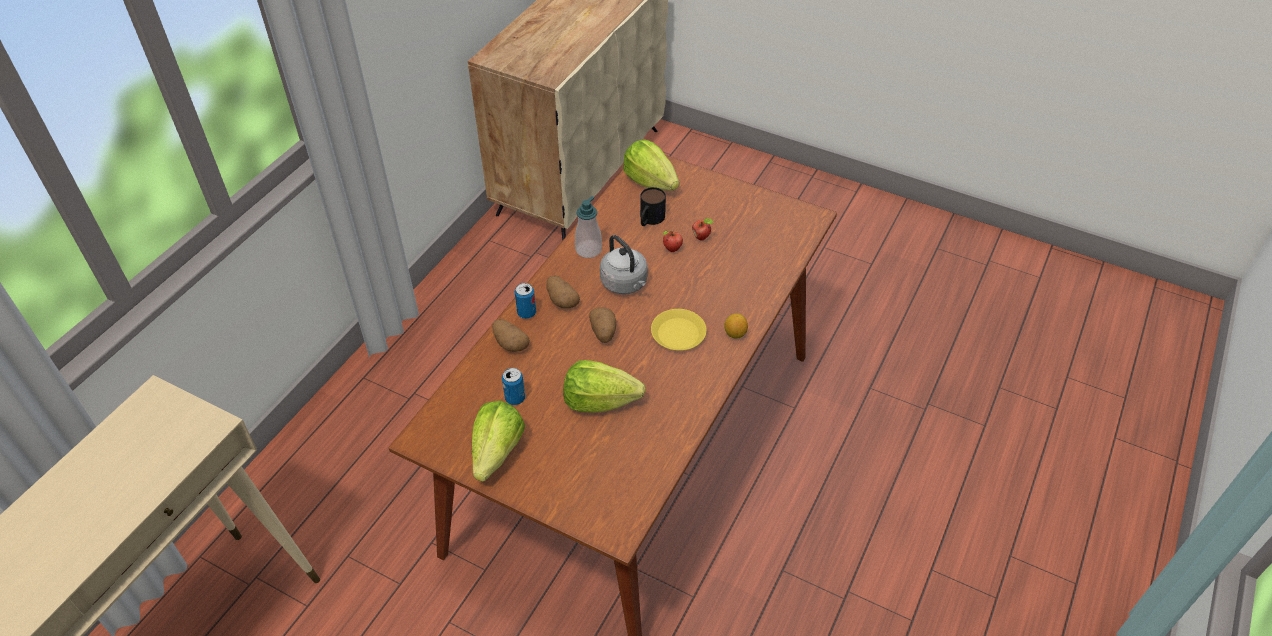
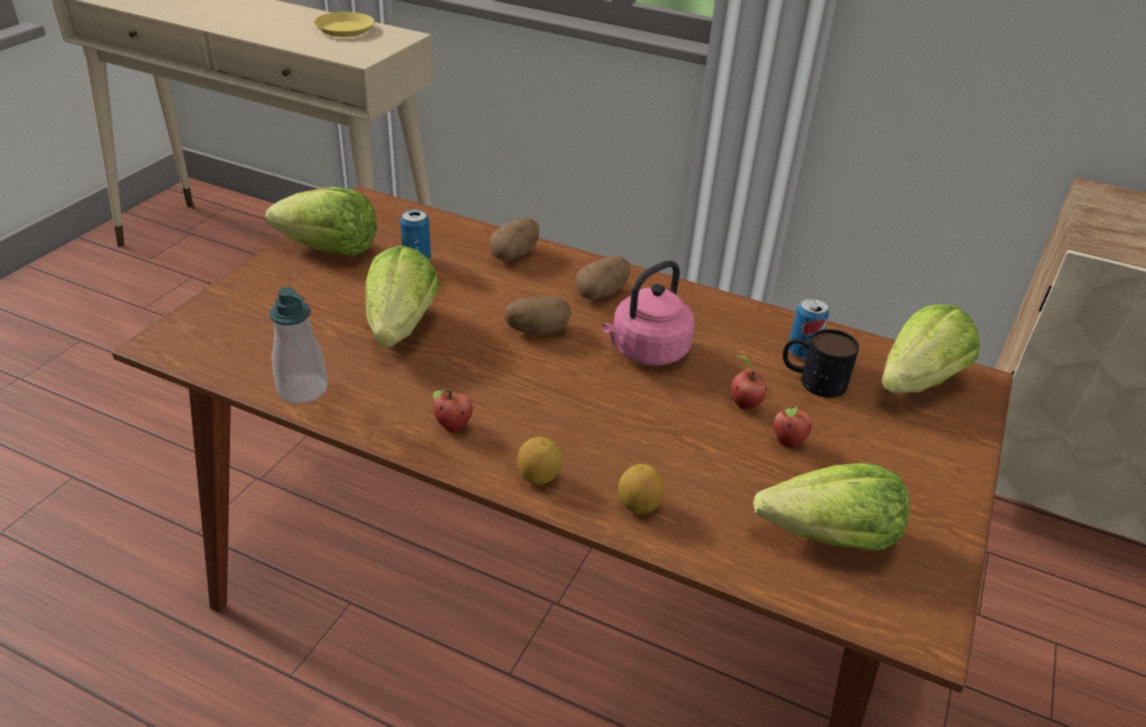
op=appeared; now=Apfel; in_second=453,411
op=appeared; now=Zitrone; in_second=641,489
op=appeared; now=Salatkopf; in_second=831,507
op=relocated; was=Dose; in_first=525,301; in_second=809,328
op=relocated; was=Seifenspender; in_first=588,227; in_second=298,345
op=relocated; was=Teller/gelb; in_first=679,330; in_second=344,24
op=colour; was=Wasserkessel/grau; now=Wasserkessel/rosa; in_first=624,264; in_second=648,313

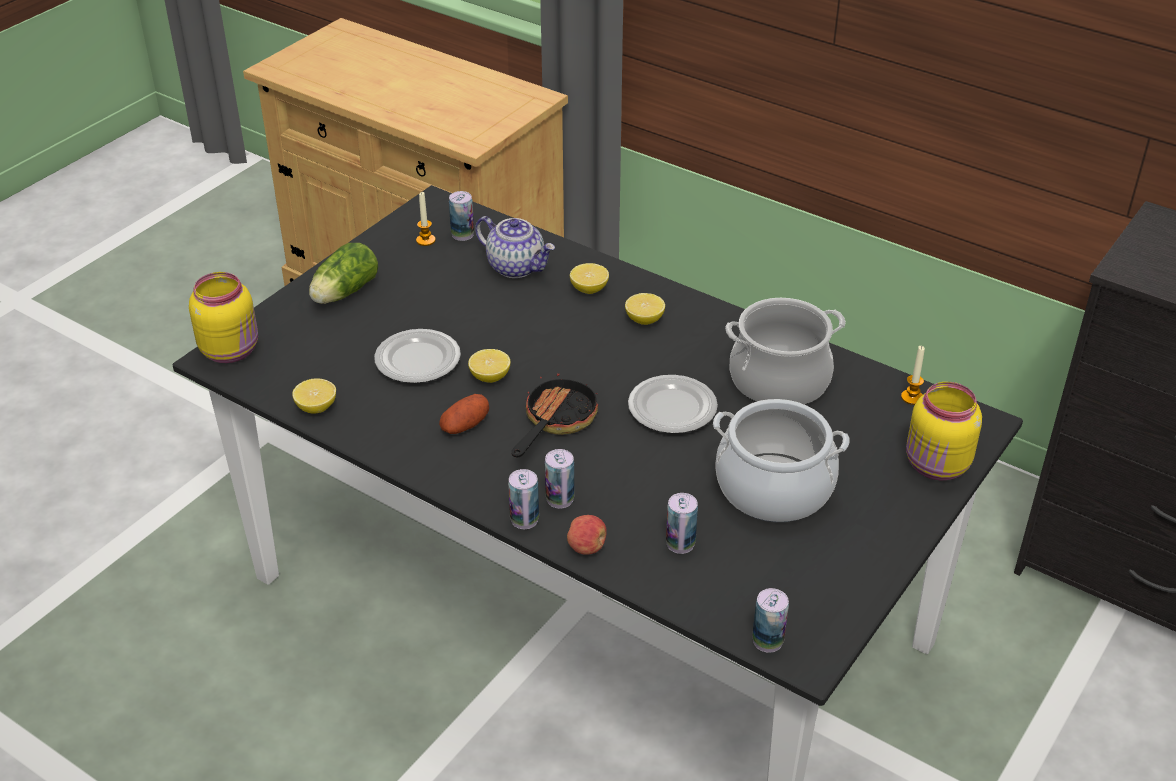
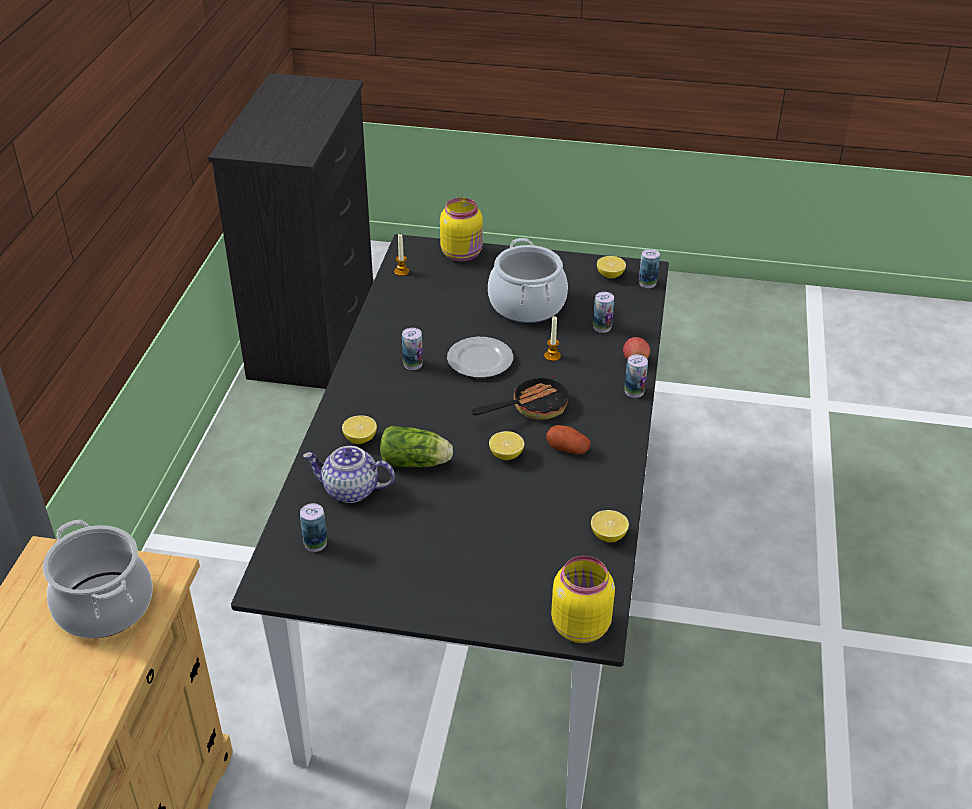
op=missing; was=Teller; in_first=417,356
op=relocated; was=Salatkopf; in_first=343,273; in_second=416,446
op=relocated; was=Kerze; in_first=426,218; in_second=552,338
op=relocated; was=Dose; in_first=559,479; in_second=412,349
op=relocated; was=Zitrone; in_first=645,309; in_second=611,267
op=relocated; was=Kochtopf; in_first=785,351; in_second=98,579
op=spun; was=Teekanne; in_first=515,247; in_second=349,474; clockwise=-90
op=spun; was=Pfanne; in_first=554,415; in_second=519,396; clockwise=150

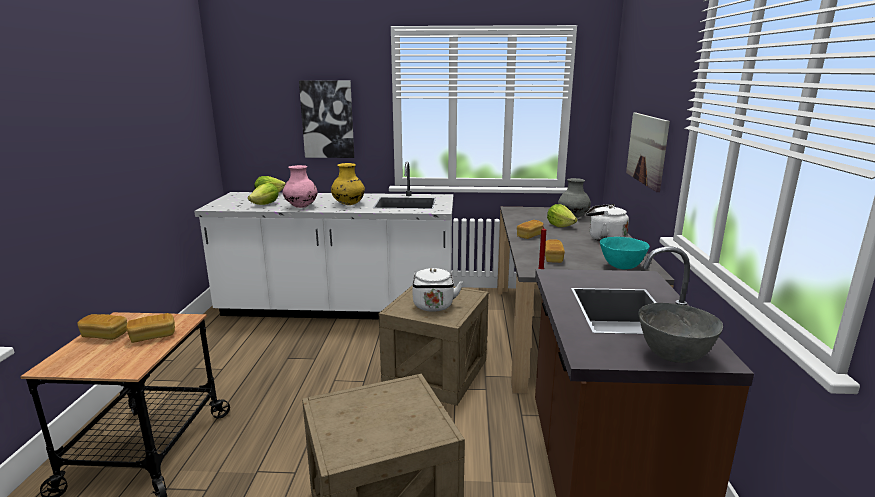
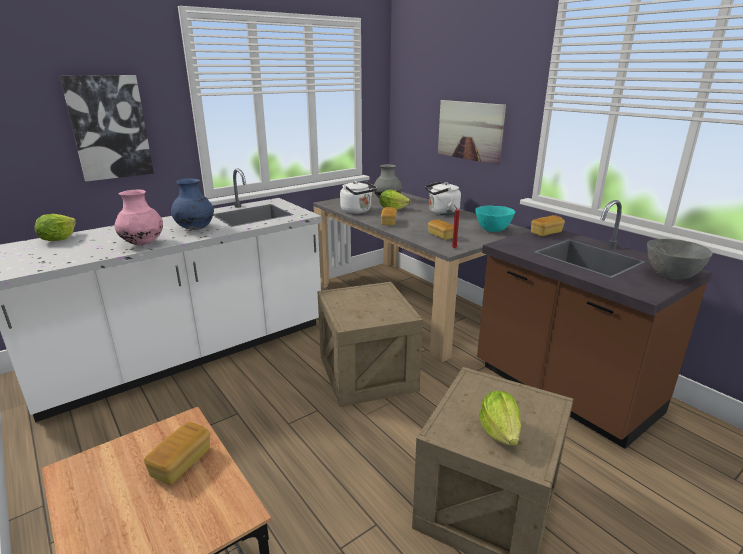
op=relocated; was=Brot; in_first=102,327; in_second=548,225
op=relocated; was=Salatkopf; in_first=263,194; in_second=500,418
op=relocated; was=Wasserkessel/weiß; in_first=437,290; in_second=358,197
op=colour; was=Vase/gelb; now=Vase/blau; in_first=348,184; in_second=192,204

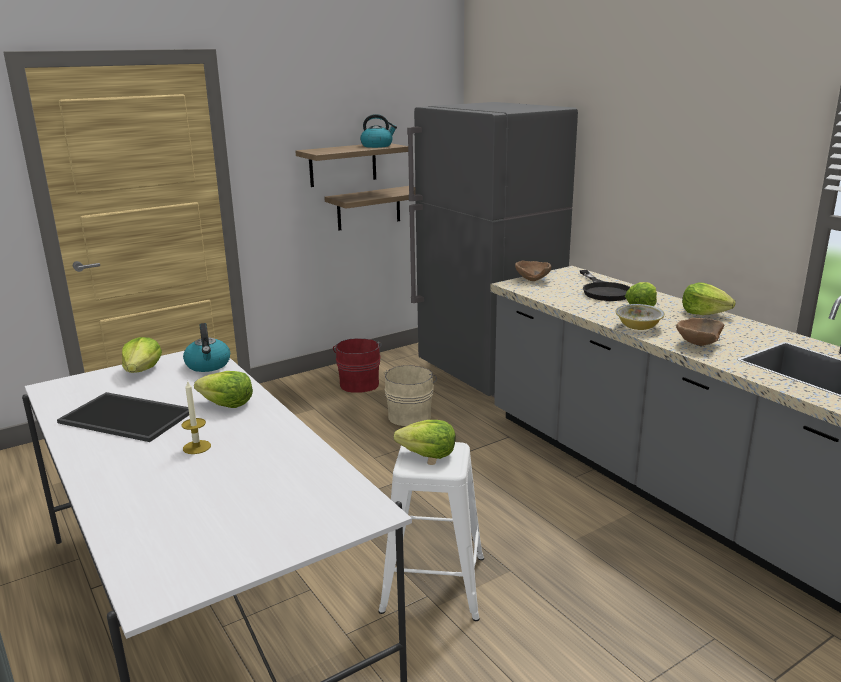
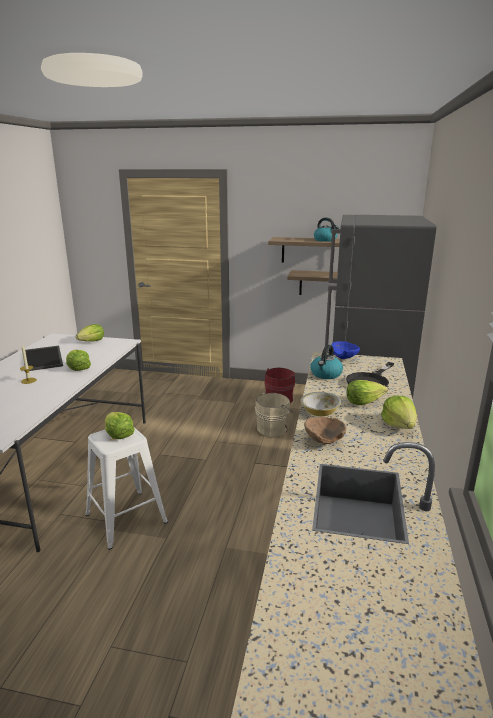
op=relocated; was=Wasserkessel; in_first=206,347; in_second=327,362
op=colour; was=Schüssel/braun; now=Schüssel/blau; in_first=533,270; in_second=345,350

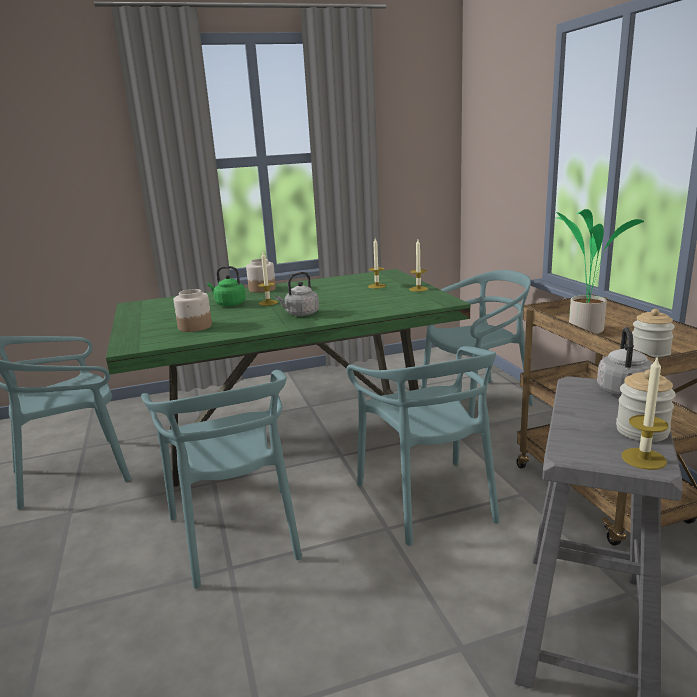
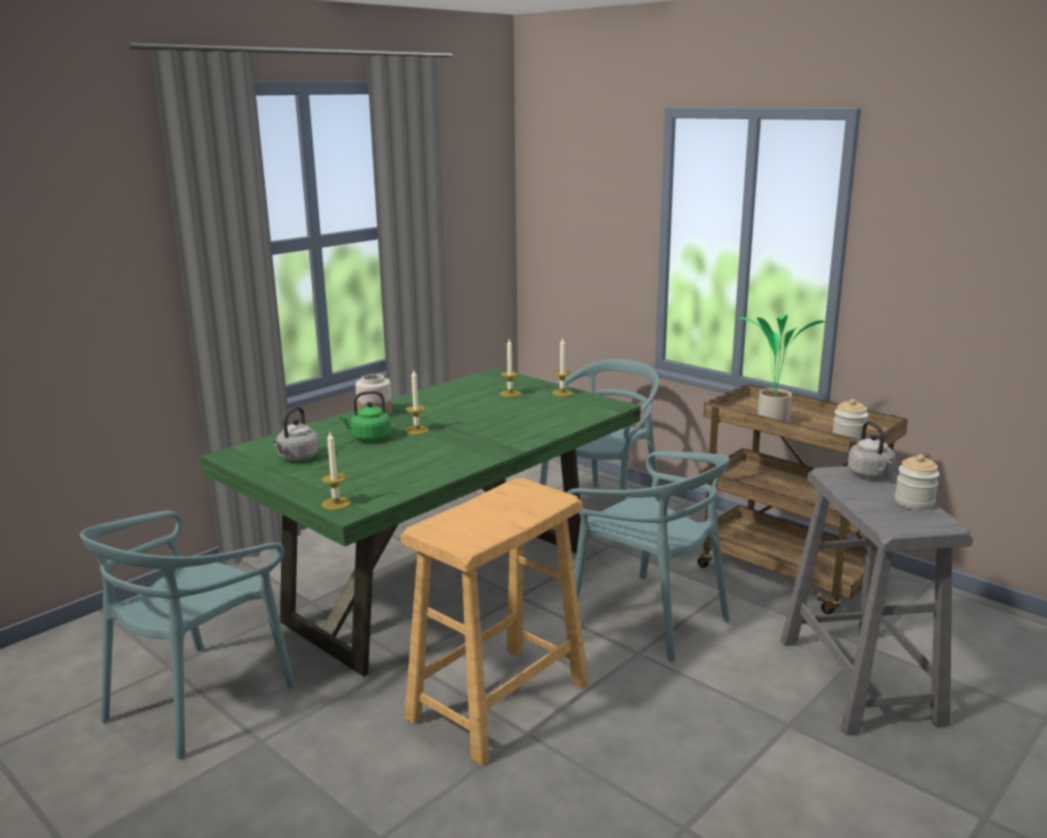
op=missing; was=Vorratsglas; in_first=193,310
op=relocated; was=Wasserkessel/grau; in_first=297,294; in_second=296,434
op=relocated; was=Kerze; in_first=645,413; in_second=336,471
op=exchanged; was=Stuhl/türkis; now=Hocker/beige; in_first=221,479; in_second=495,622

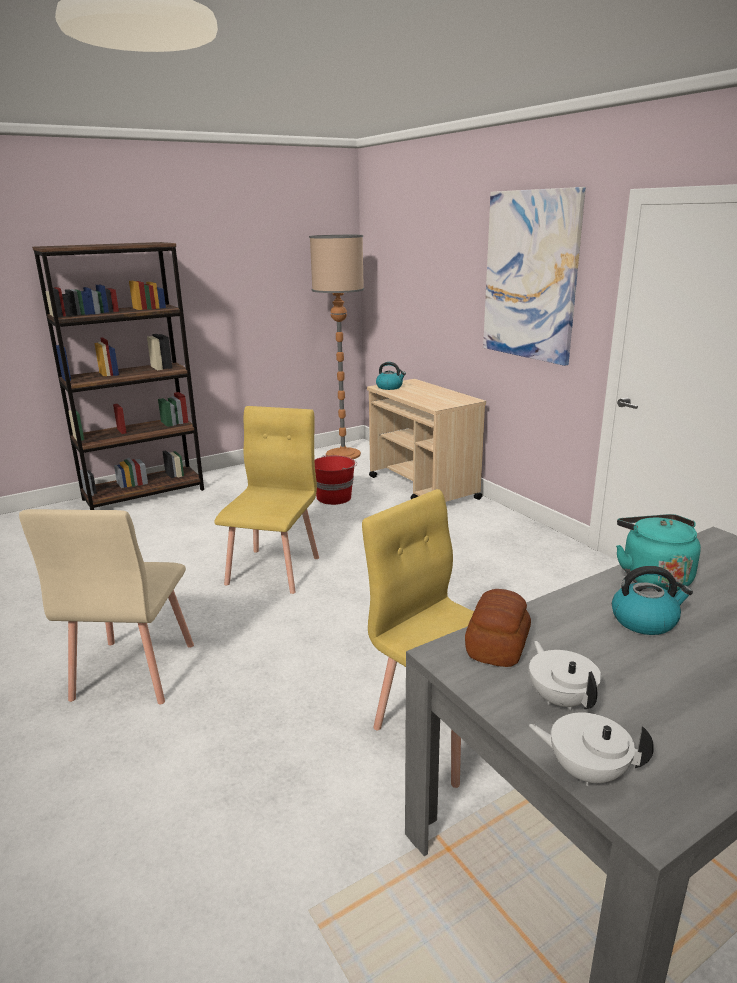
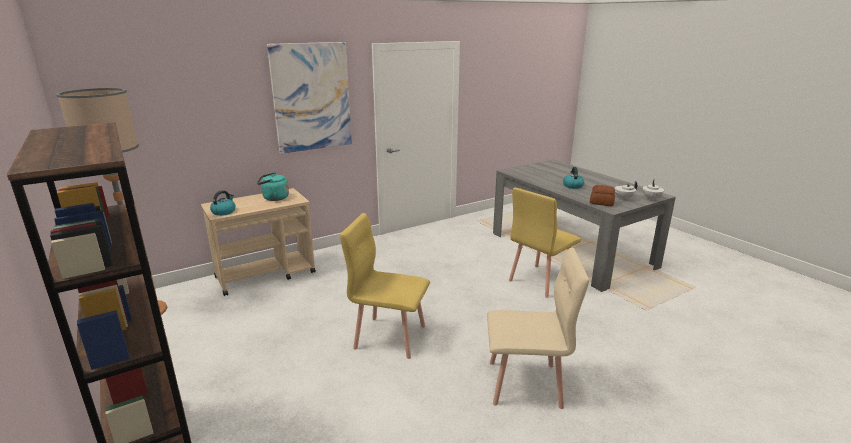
op=missing; was=Eimer/rot; in_first=336,480
op=relocated; was=Wasserkessel/türkis; in_first=658,552; in_second=273,186

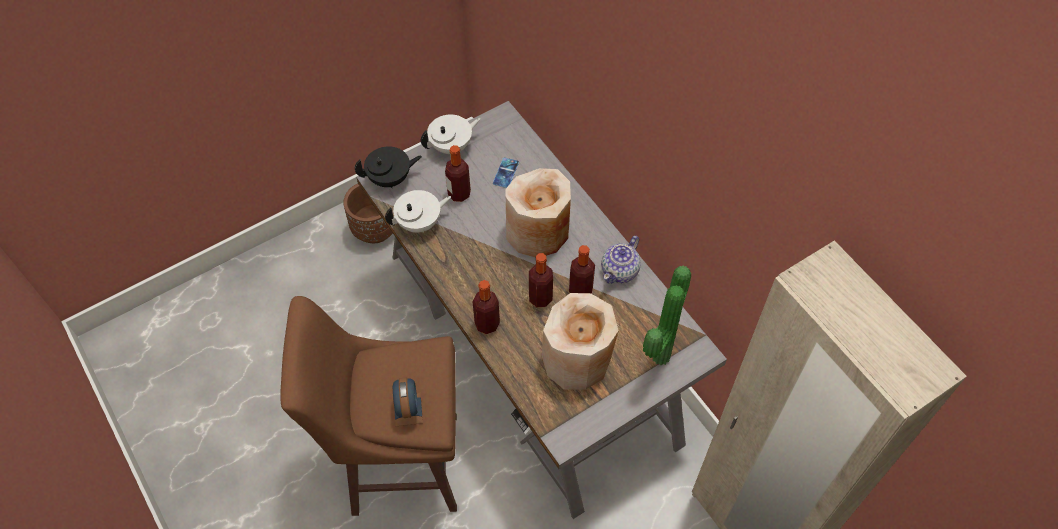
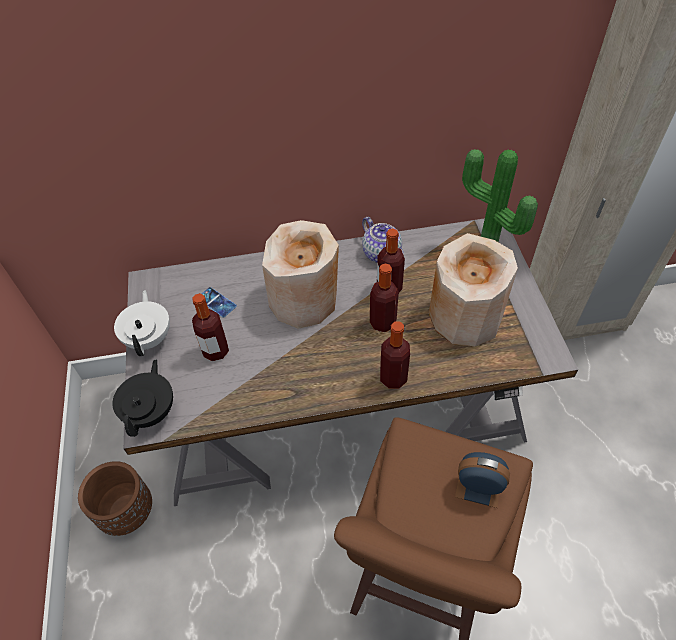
op=missing; was=Teekanne/weiß; in_first=418,211

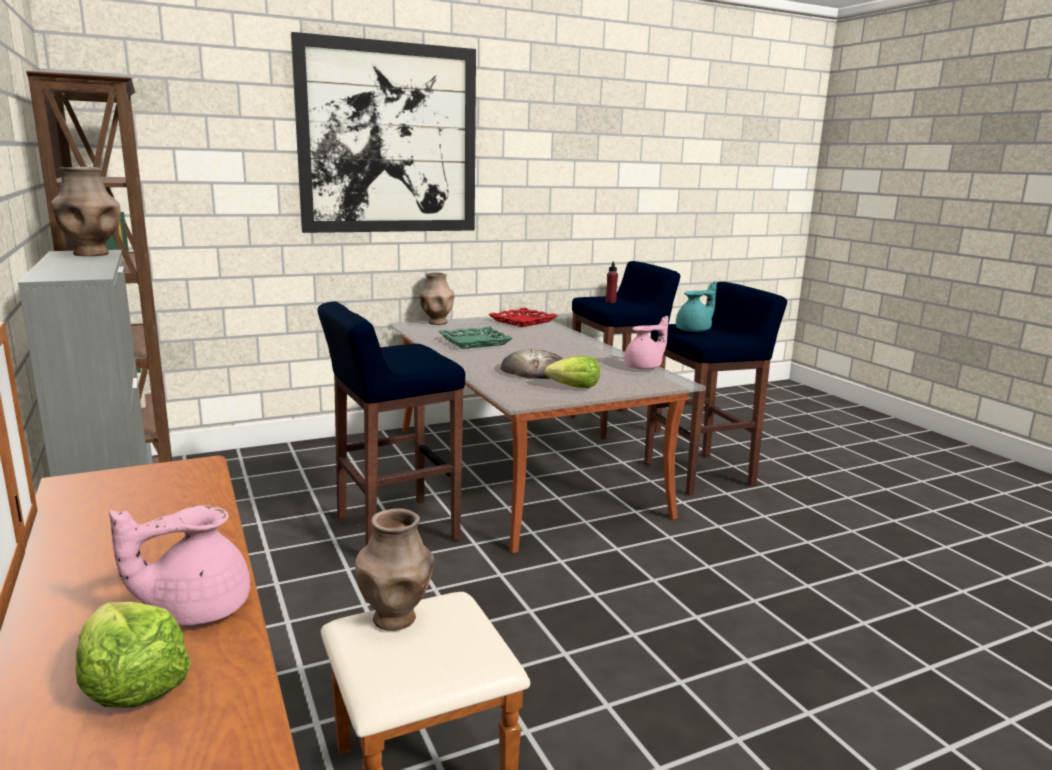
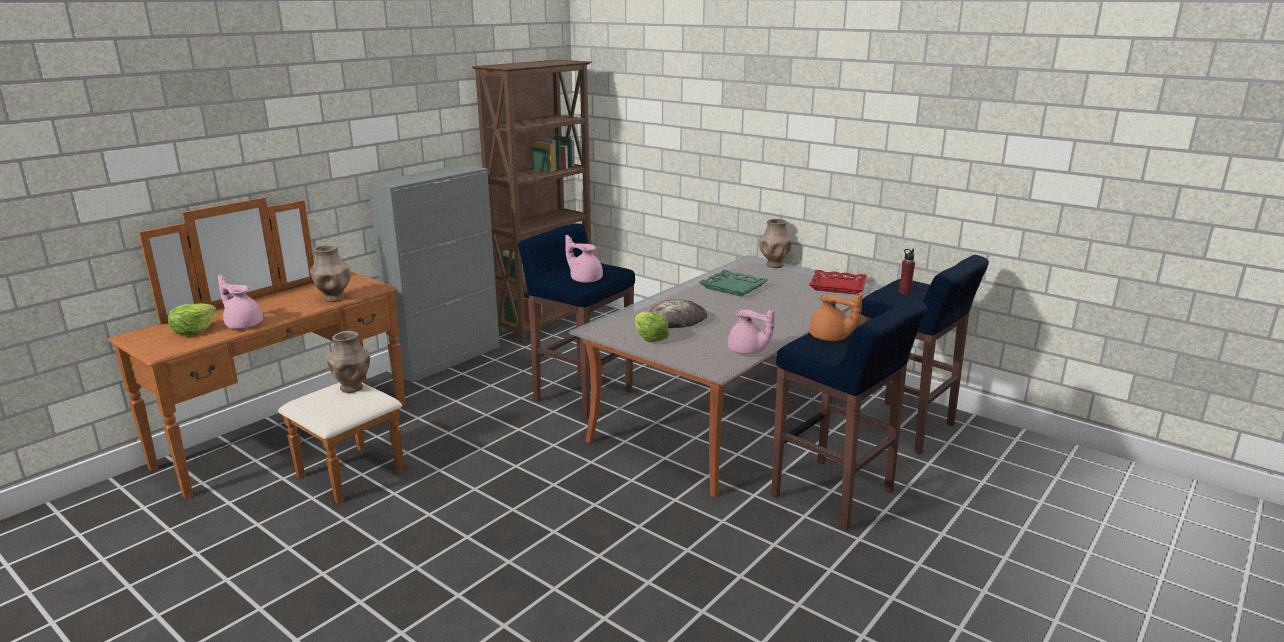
op=missing; was=Bild; in_first=383,132
op=appeared; now=Teekanne/rosa; in_second=584,259
op=relocated; was=Vase/braun; in_first=86,211; in_second=330,273
op=colour; was=Teekanne/türkis; now=Teekanne/orange; in_first=696,306; in_second=836,317

